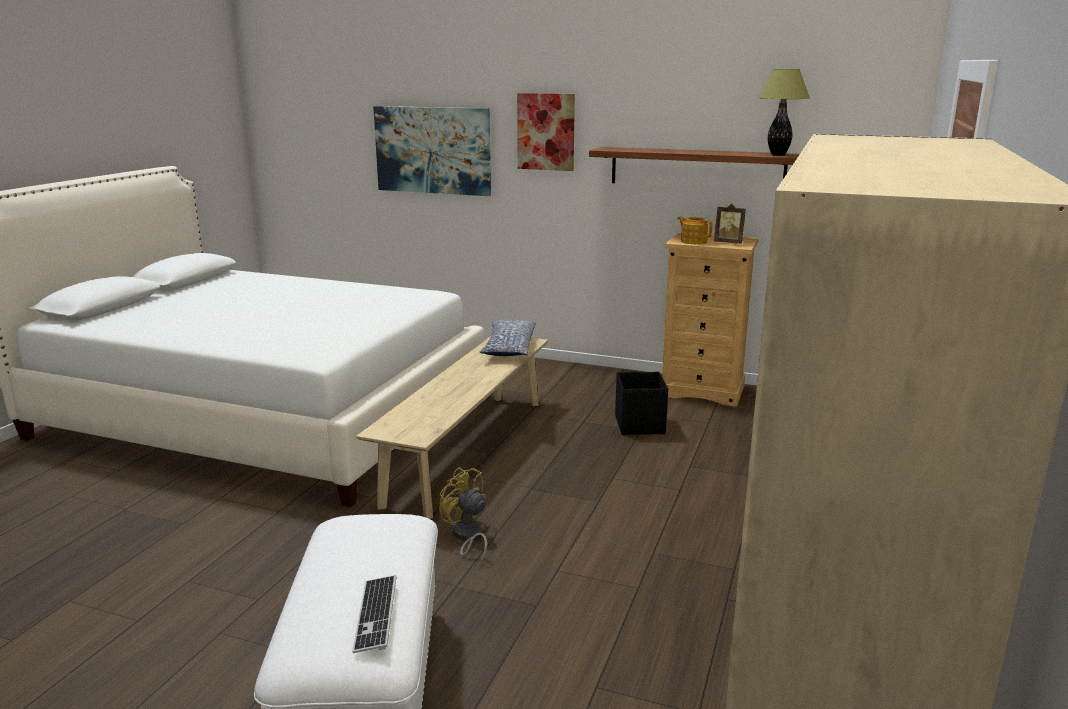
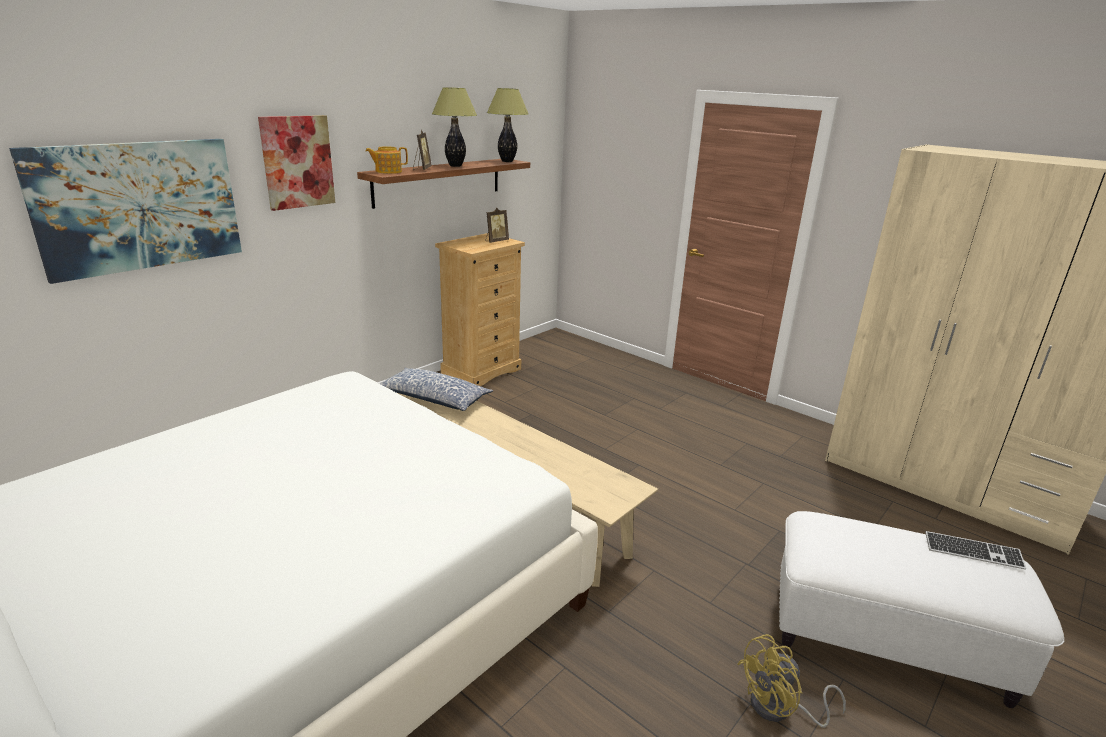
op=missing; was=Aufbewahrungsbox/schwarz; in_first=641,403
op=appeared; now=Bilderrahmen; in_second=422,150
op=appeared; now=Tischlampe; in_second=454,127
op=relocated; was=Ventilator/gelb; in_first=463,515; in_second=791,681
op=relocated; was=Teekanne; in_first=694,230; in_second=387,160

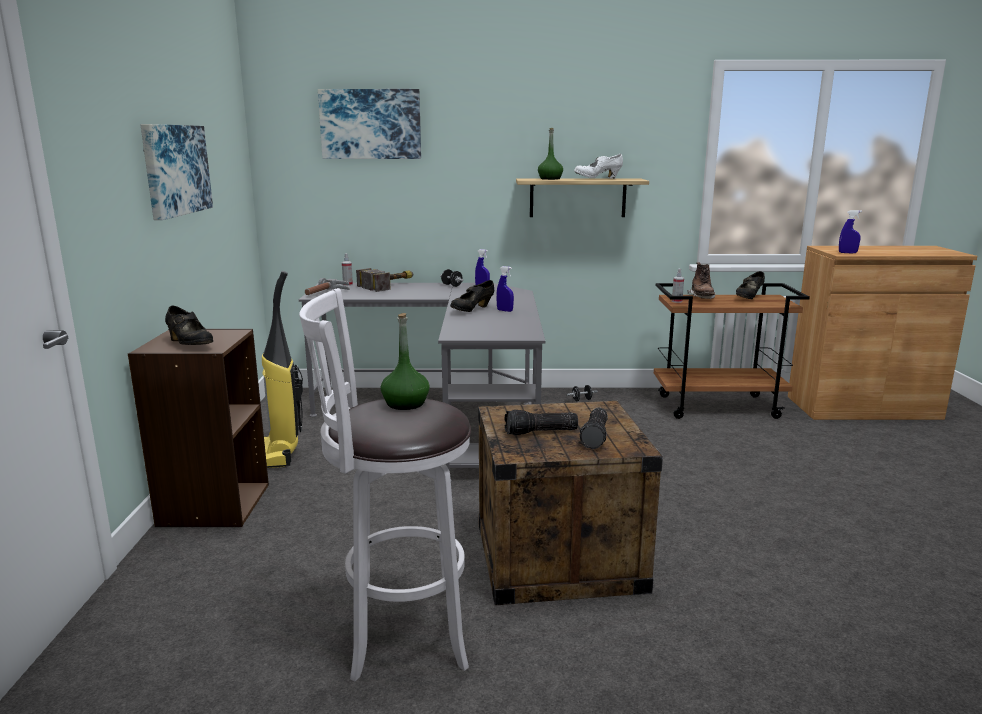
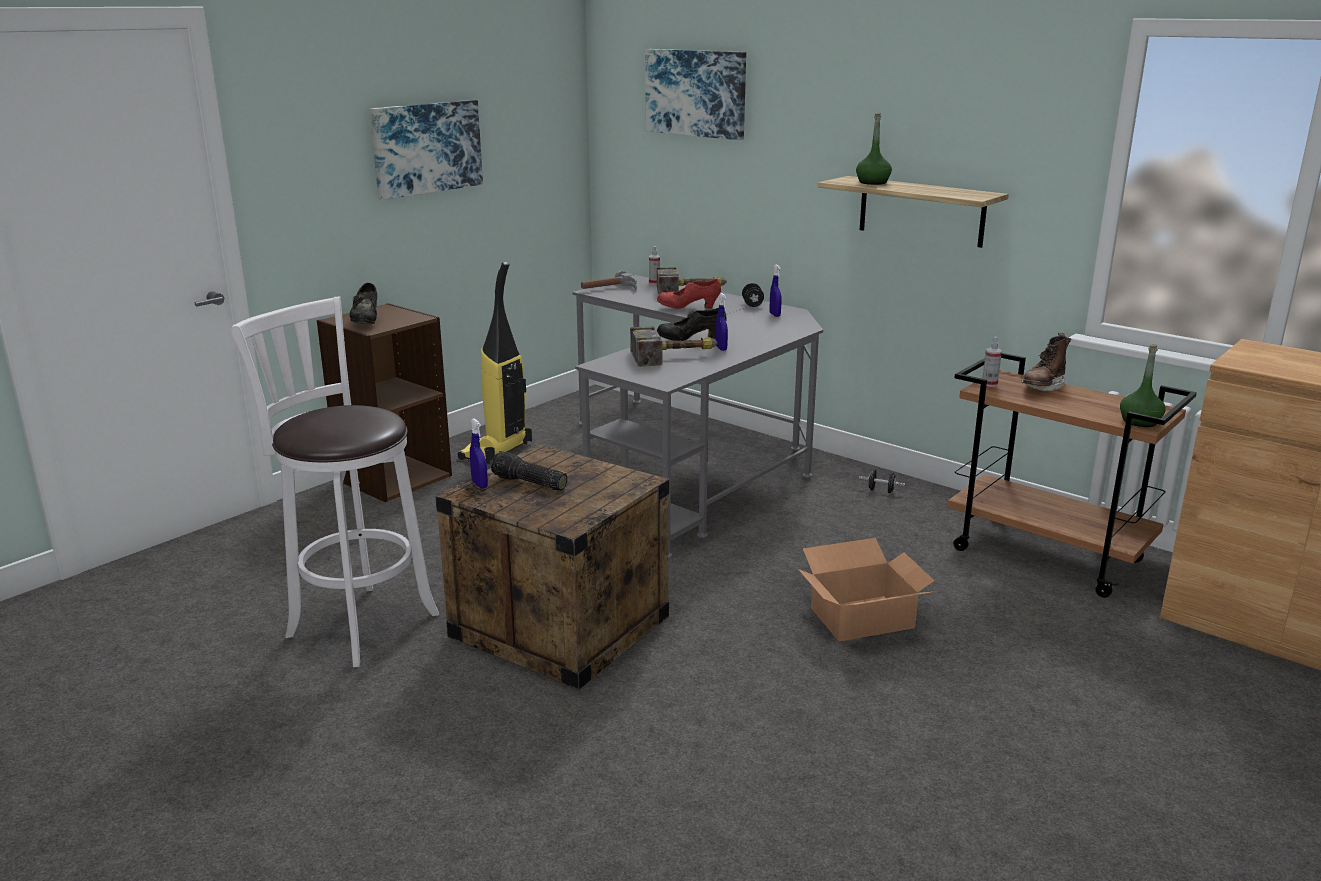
op=missing; was=Schuh/weiß; in_first=598,166
op=missing; was=Taschenlampe; in_first=594,428
op=missing; was=Schuh/schwarz; in_first=750,285
op=appeared; now=Hammer; in_second=674,346
op=appeared; now=Schuh/rot; in_second=689,294
op=appeared; now=Karton; in_second=866,589
op=relocated; was=Flasche/grün; in_first=405,361; in_second=1143,385
op=relocated; was=Sprühflasche/blau; in_first=850,232; in_second=479,453

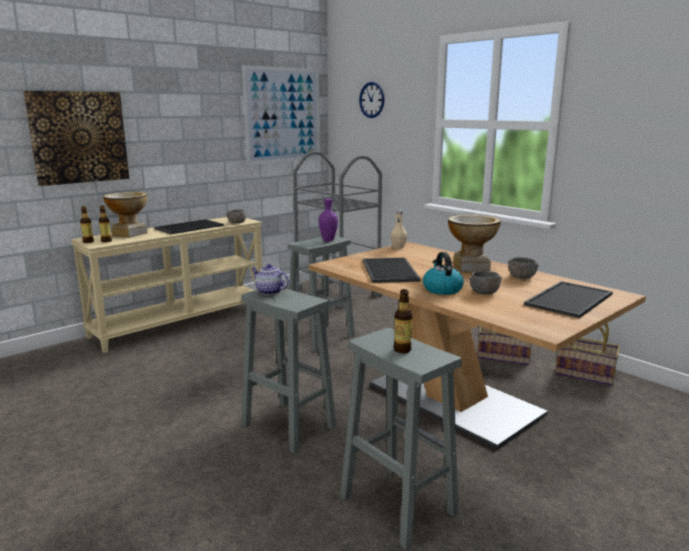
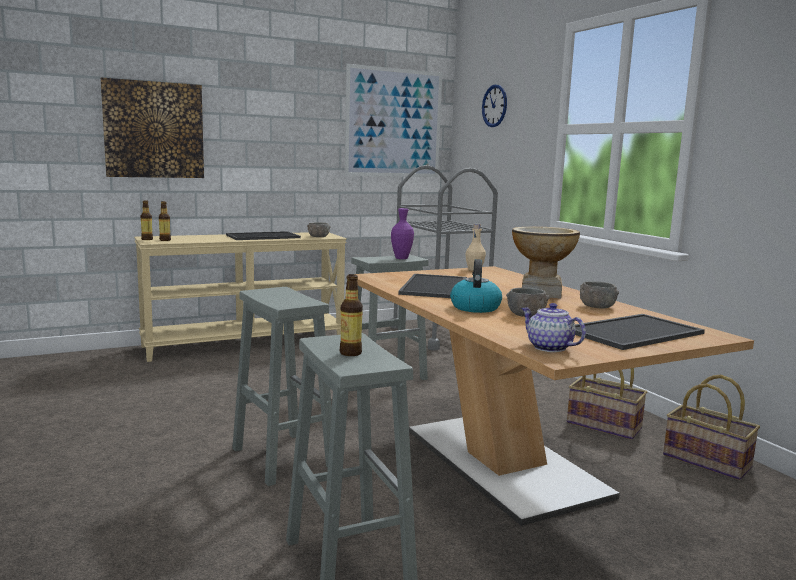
op=missing; was=Vase; in_first=125,215
op=relocated; was=Teekanne; in_first=270,279; in_second=553,327

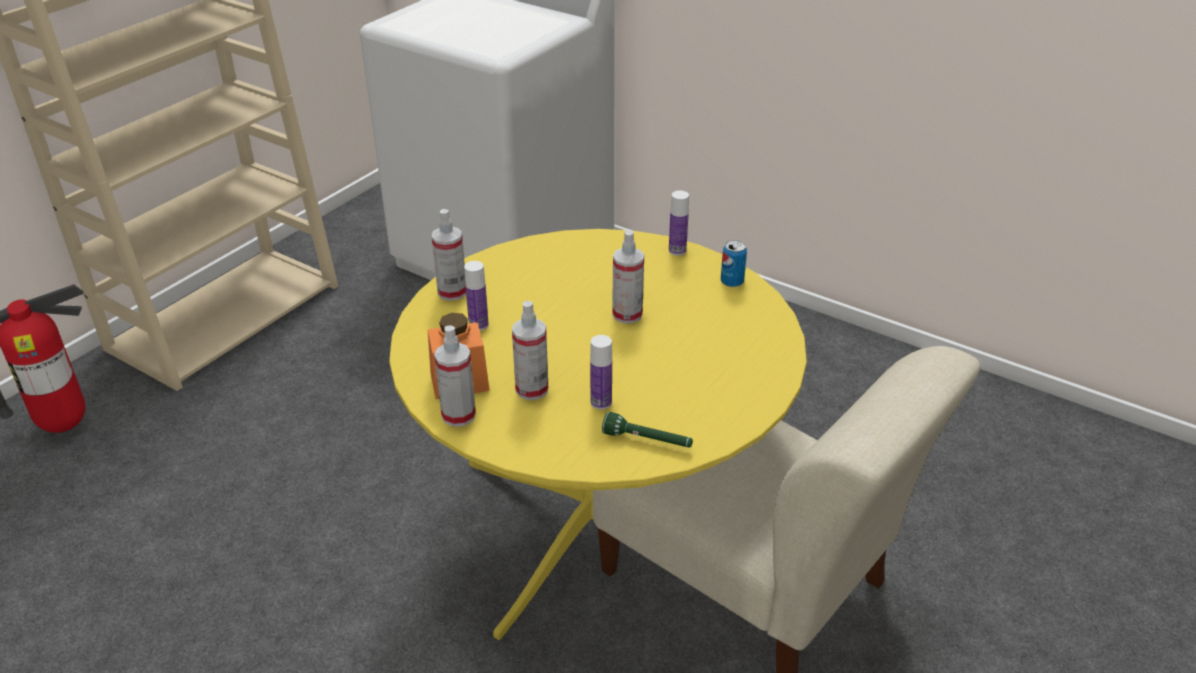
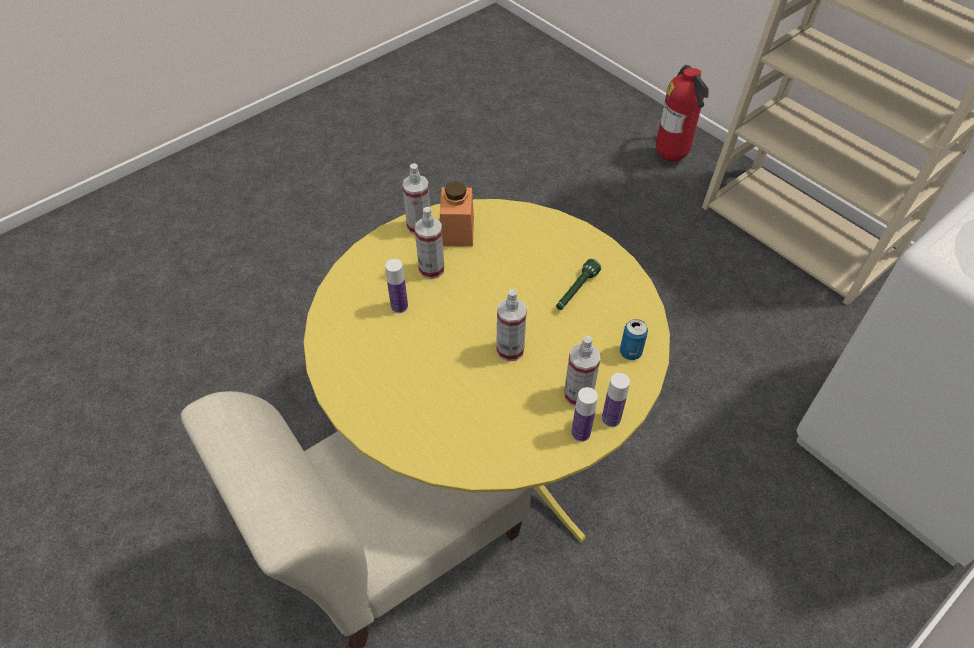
op=relocated; was=Sprühflasche; in_first=448,255; in_second=582,371
op=relocated; was=Flasche; in_first=476,296; in_second=584,414
op=relocated; was=Taschenlampe/grün; in_first=647,430; in_second=578,284
op=relocated; was=Dose; in_first=734,263; in_second=634,339

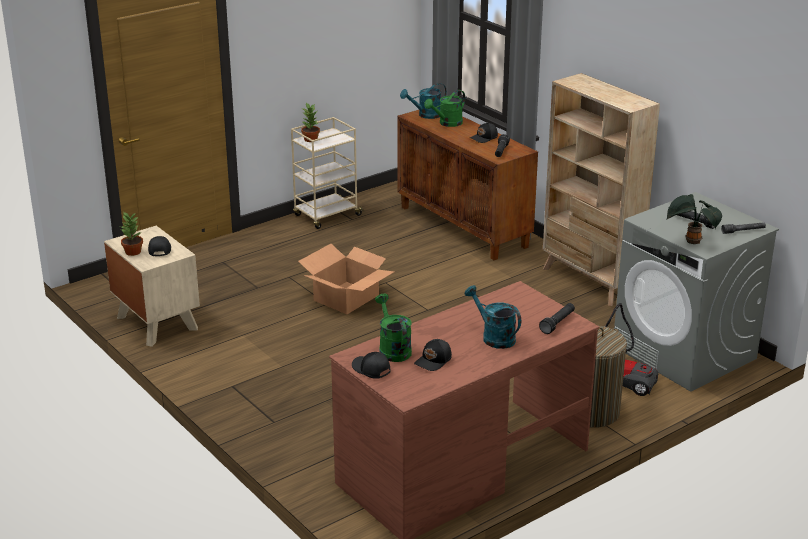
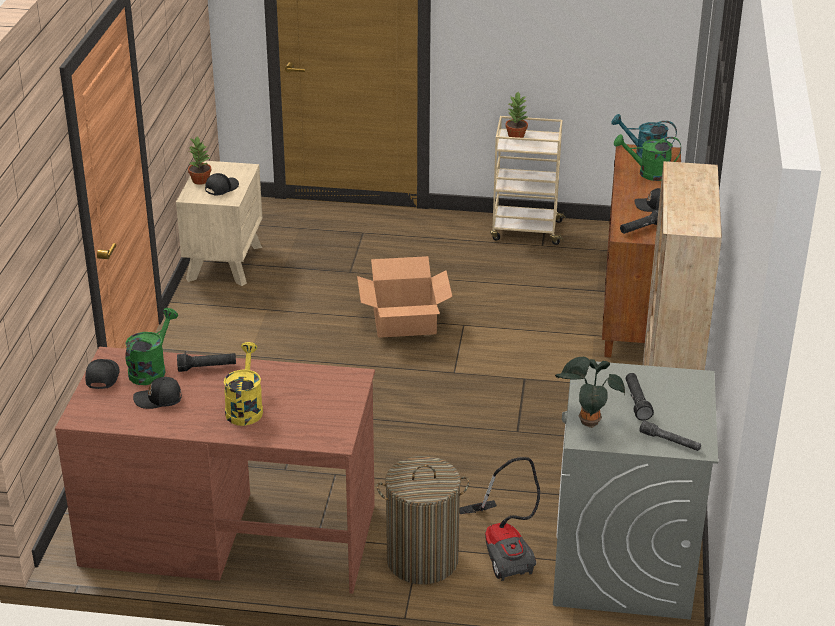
op=relocated; was=Taschenlampe/schwarz; in_first=557,318; in_second=206,362
op=colour; was=Gießkanne/türkis; now=Gießkanne/gelb; in_first=493,317; in_second=243,384

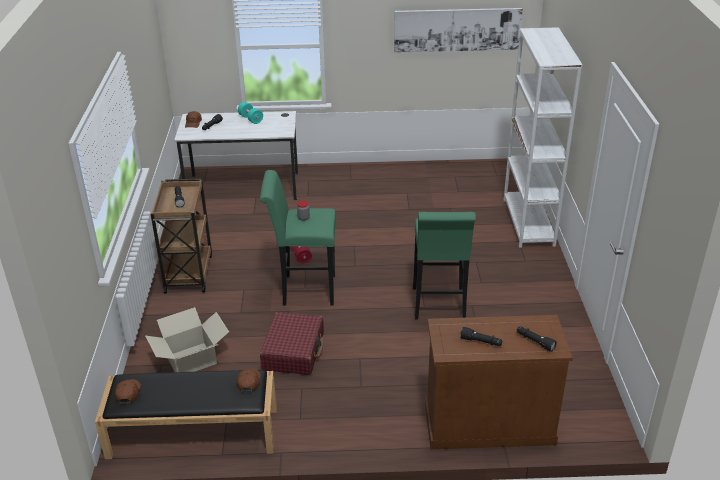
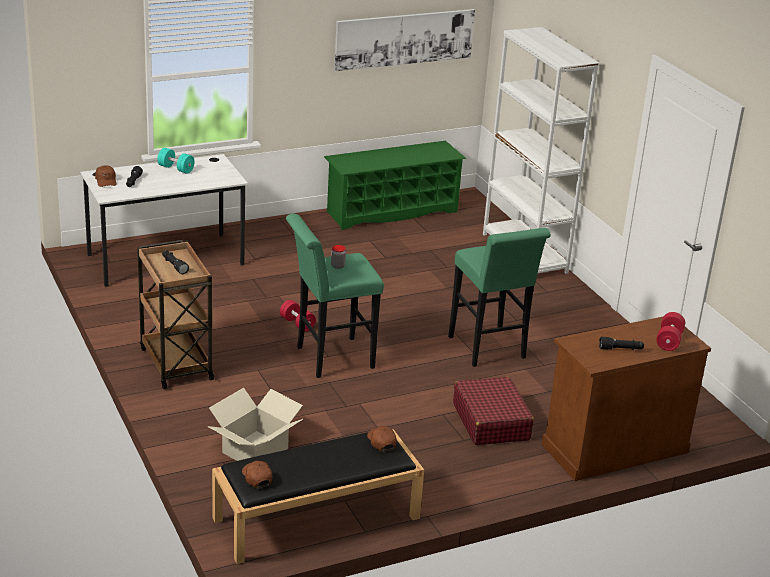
op=appeared; now=Schuhregal/grün; in_second=395,185
op=relocated; was=Koffer/rot; in_first=292,343; in_second=493,411
op=exchanged; was=Taschenlampe/schwarz; now=Hantel/rot; in_first=537,339; in_second=670,331

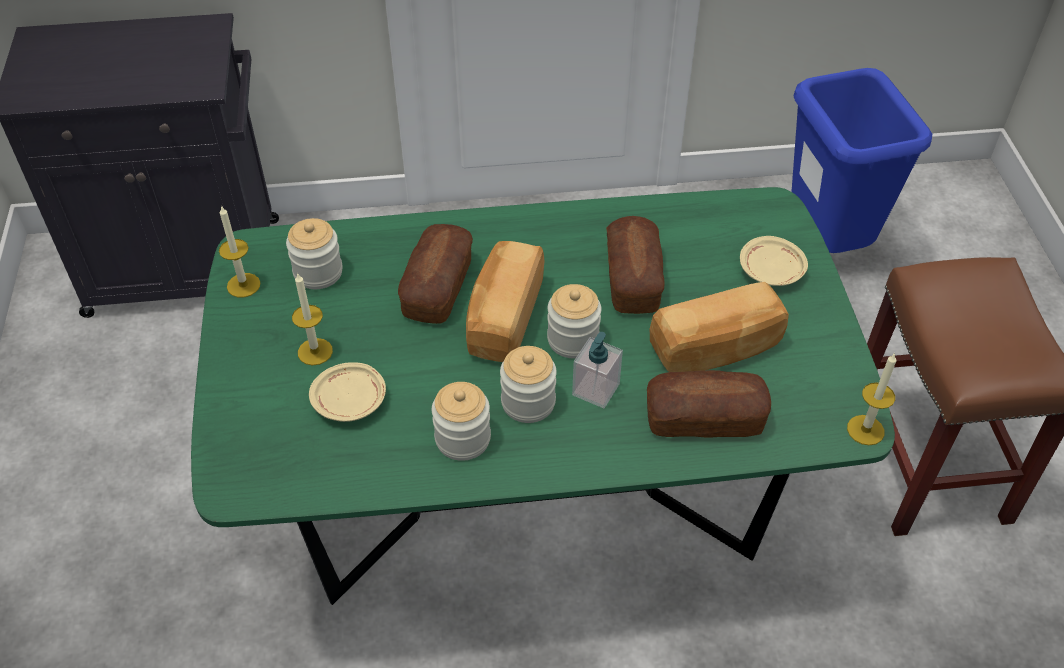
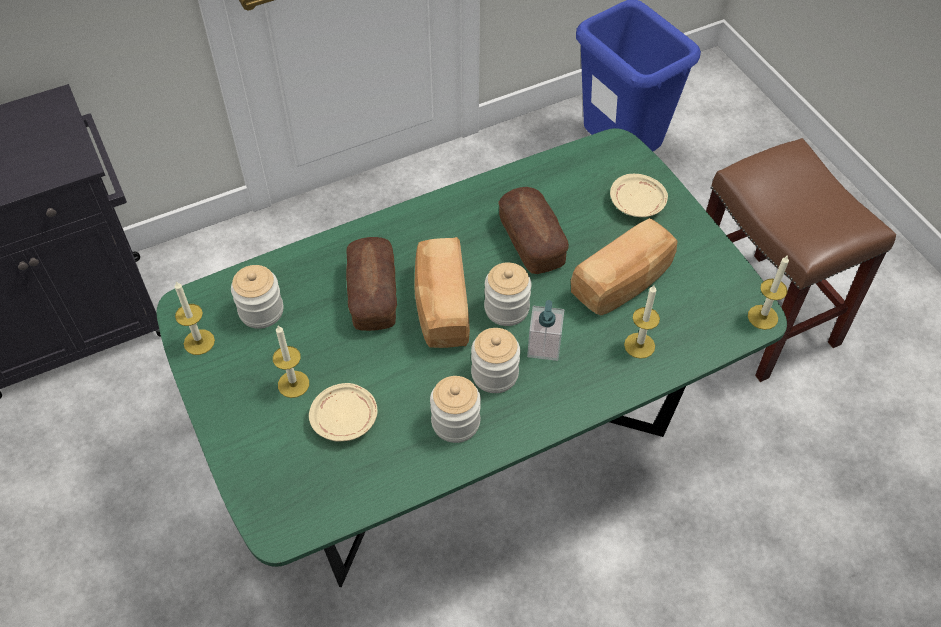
op=exchanged; was=Brot; now=Kerze; in_first=709,403; in_second=642,322

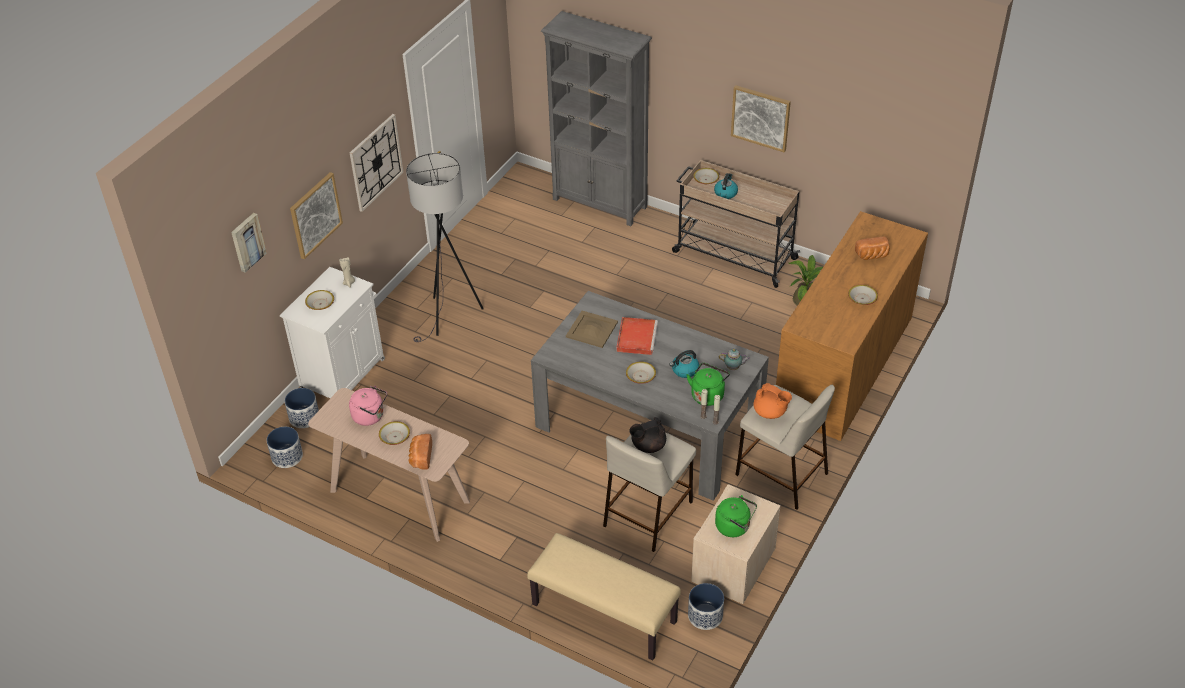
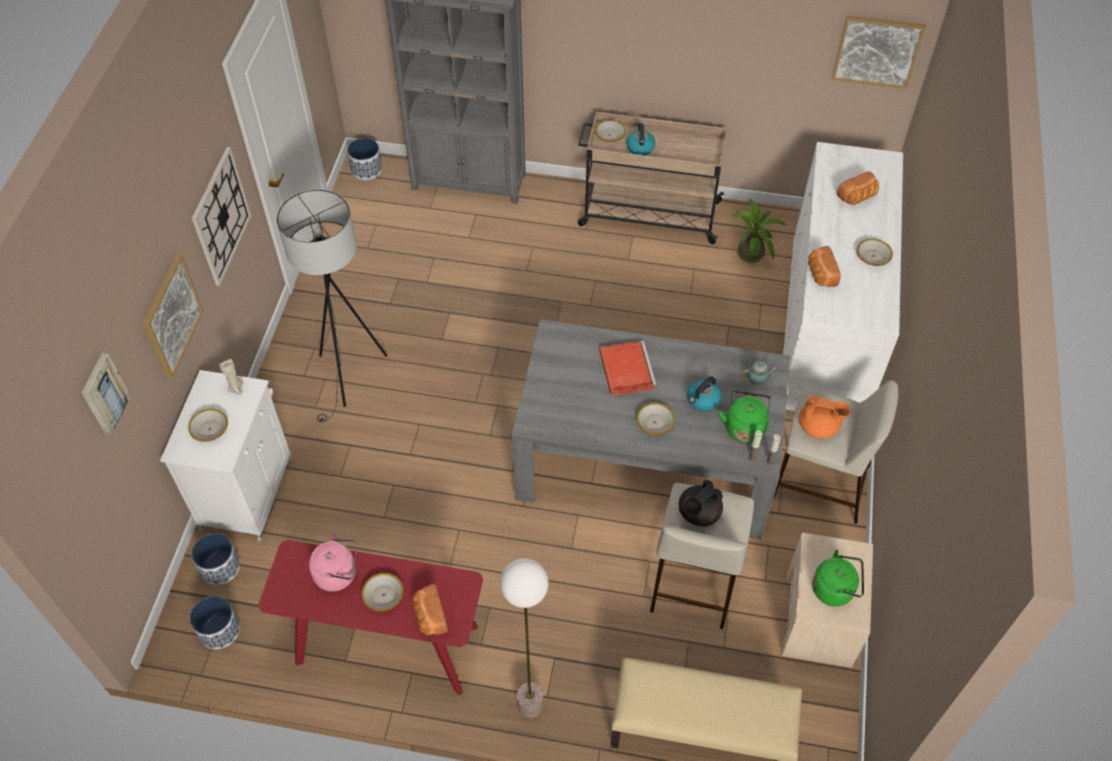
op=missing; was=Tablett/beige; in_first=592,329
op=appeared; now=Stehlampe; in_second=524,638
op=appeared; now=Brot; in_second=824,266
op=relocated; was=Pflanzkübel; in_first=706,606; in_second=364,159
op=relocated; was=Bild; in_first=761,118; in_second=879,52
op=colour; was=Konsolentisch/beige; now=Konsolentisch/rot; in_first=389,465; in_second=371,617
op=colour; was=Kommode/braun; now=Kommode/weiß; in_first=852,326; in_second=843,276

